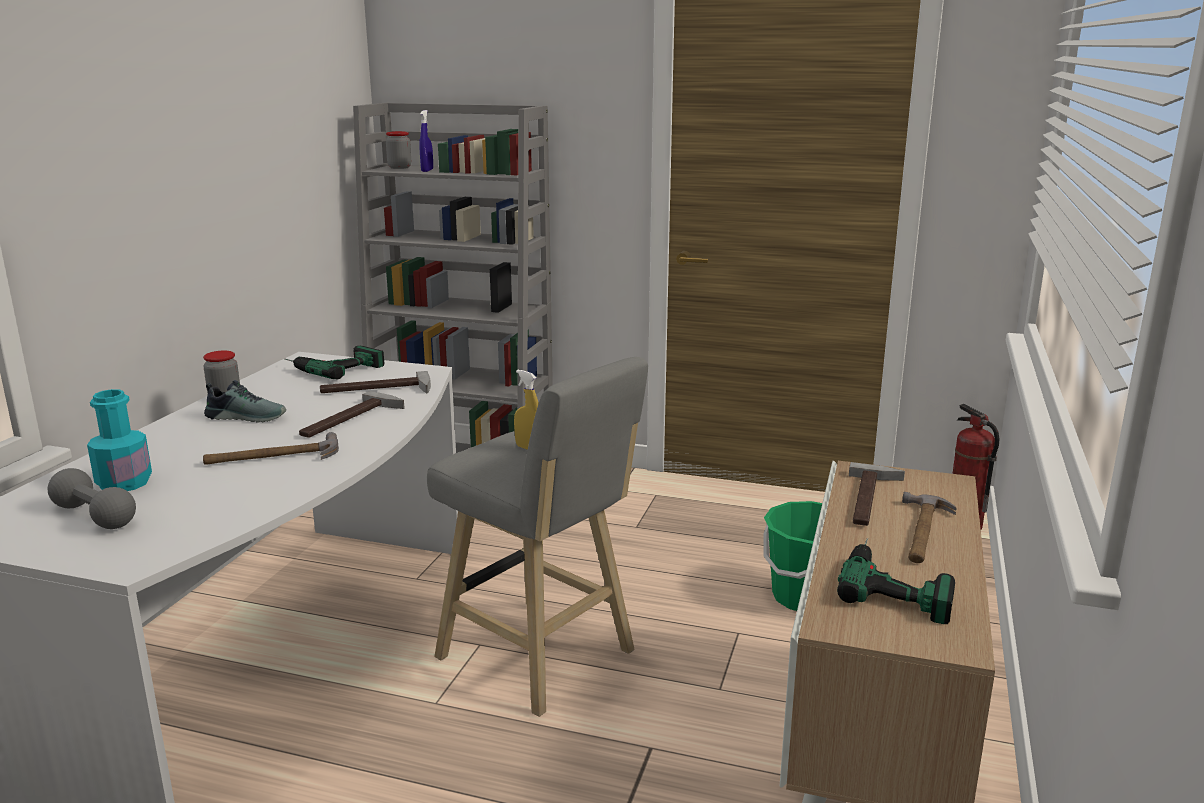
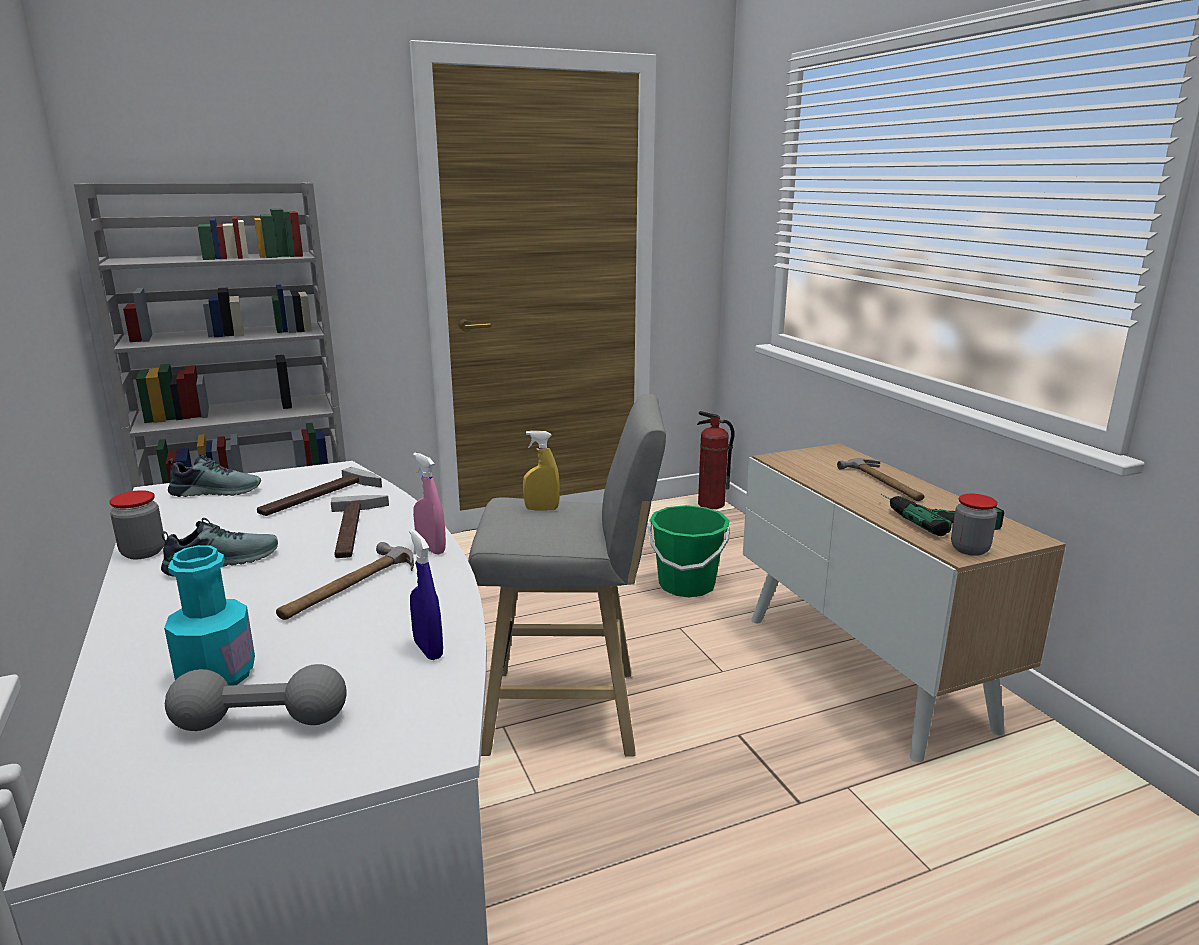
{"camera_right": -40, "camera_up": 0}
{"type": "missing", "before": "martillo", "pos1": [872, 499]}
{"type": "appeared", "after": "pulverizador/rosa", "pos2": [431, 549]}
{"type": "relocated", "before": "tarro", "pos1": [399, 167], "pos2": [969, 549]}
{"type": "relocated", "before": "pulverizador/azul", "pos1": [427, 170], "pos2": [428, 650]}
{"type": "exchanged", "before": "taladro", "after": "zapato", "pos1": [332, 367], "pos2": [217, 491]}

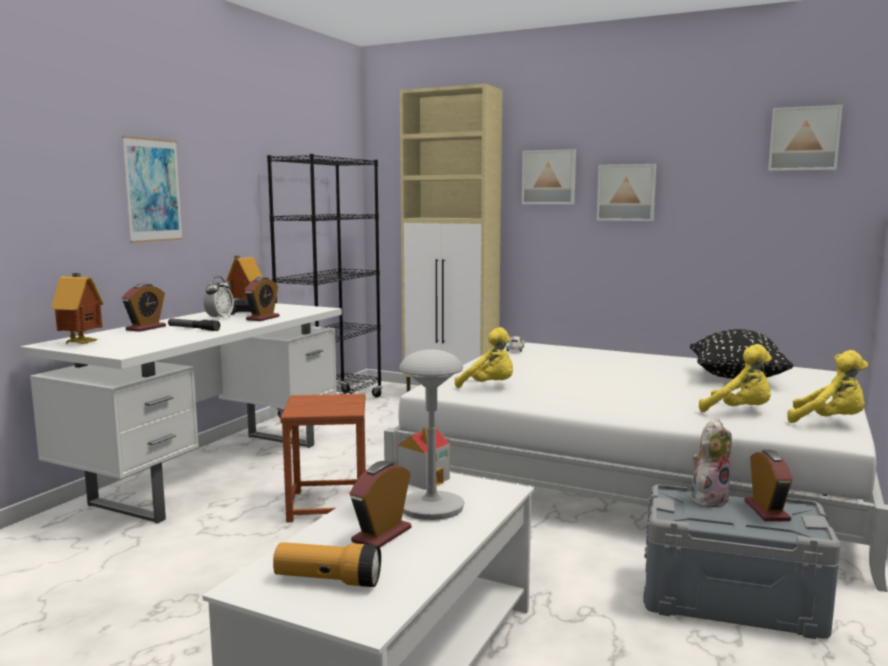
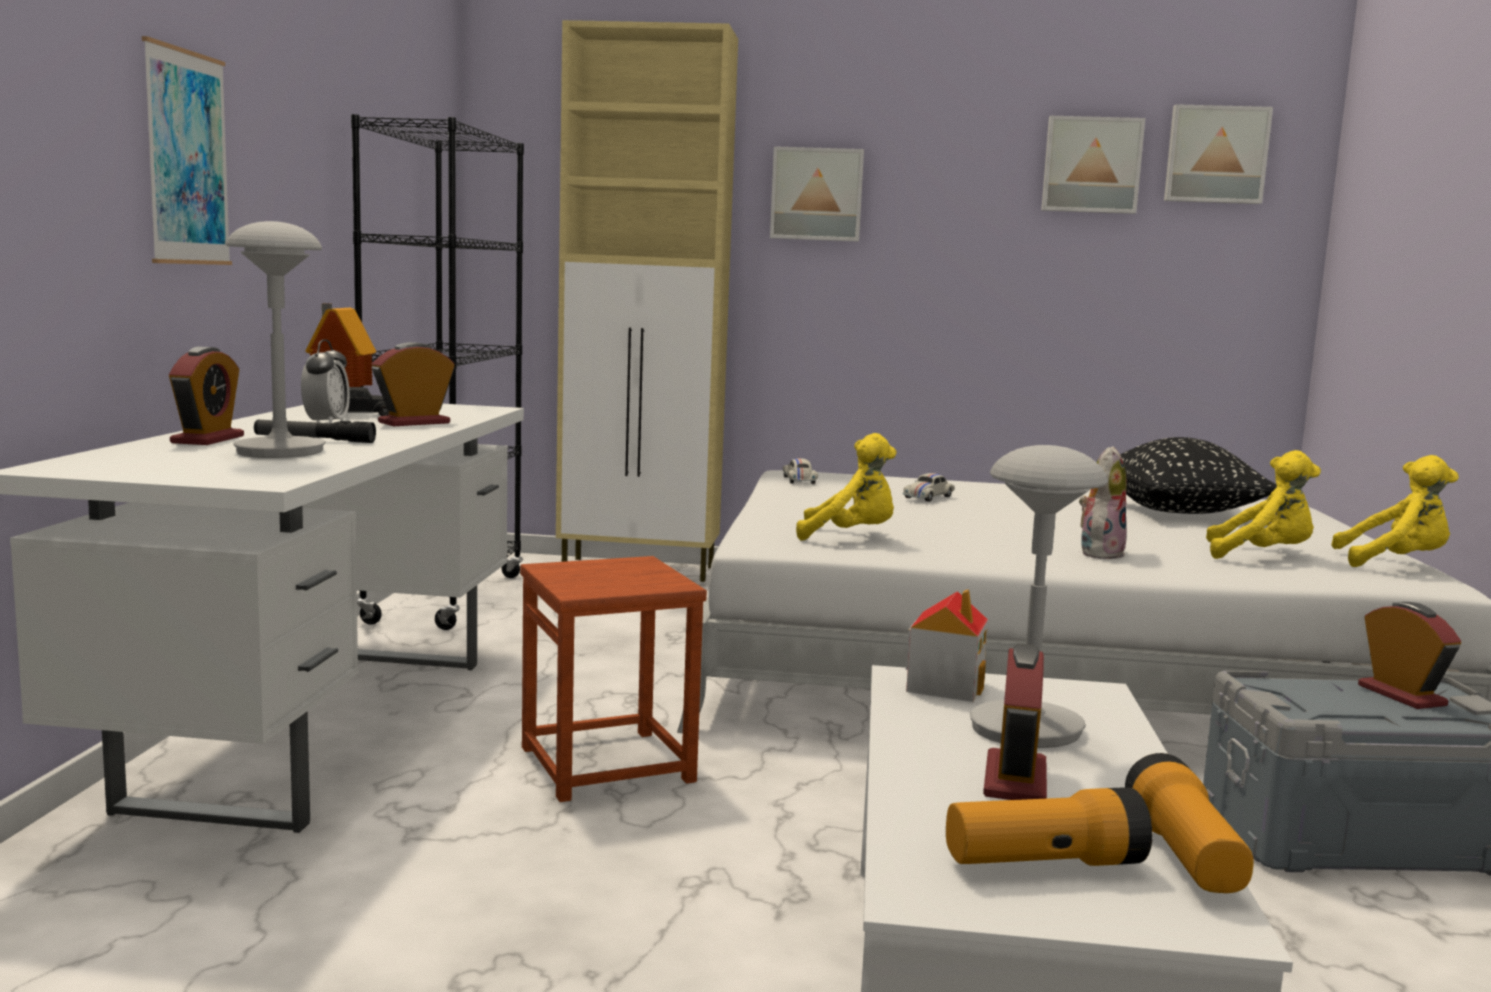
{"camera_right": -20, "camera_up": 0}
{"type": "missing", "before": "casita", "pos1": [82, 343]}
{"type": "appeared", "after": "lámpara de mesa/gris", "pos2": [280, 451]}
{"type": "appeared", "after": "coche de juguete/blanco", "pos2": [928, 497]}
{"type": "appeared", "after": "linterna", "pos2": [1184, 856]}
{"type": "relocated", "before": "cuadro", "pos1": [626, 192], "pos2": [1091, 165]}
{"type": "relocated", "before": "peluche", "pos1": [708, 499], "pos2": [1099, 553]}
{"type": "spun", "before": "despertador", "pos1": [263, 318], "pos2": [414, 423], "turn": -135}

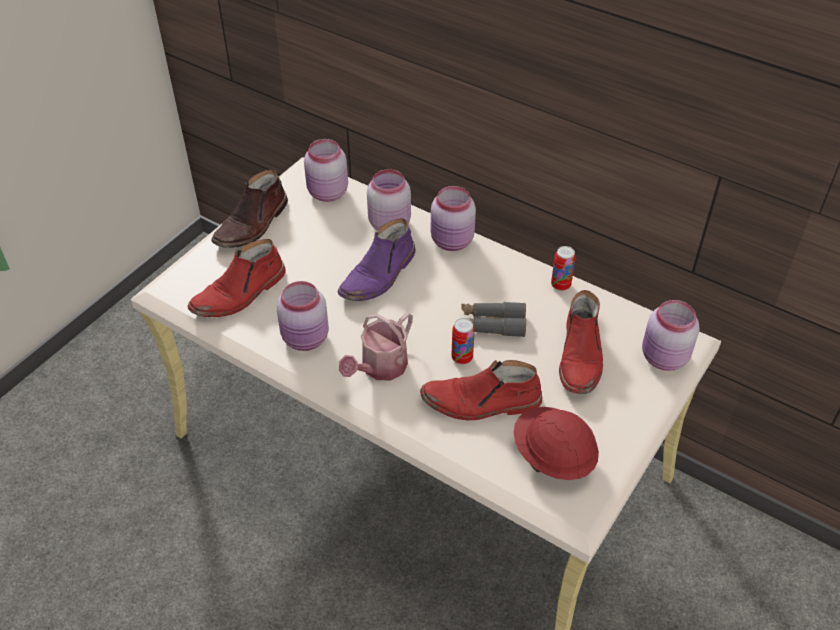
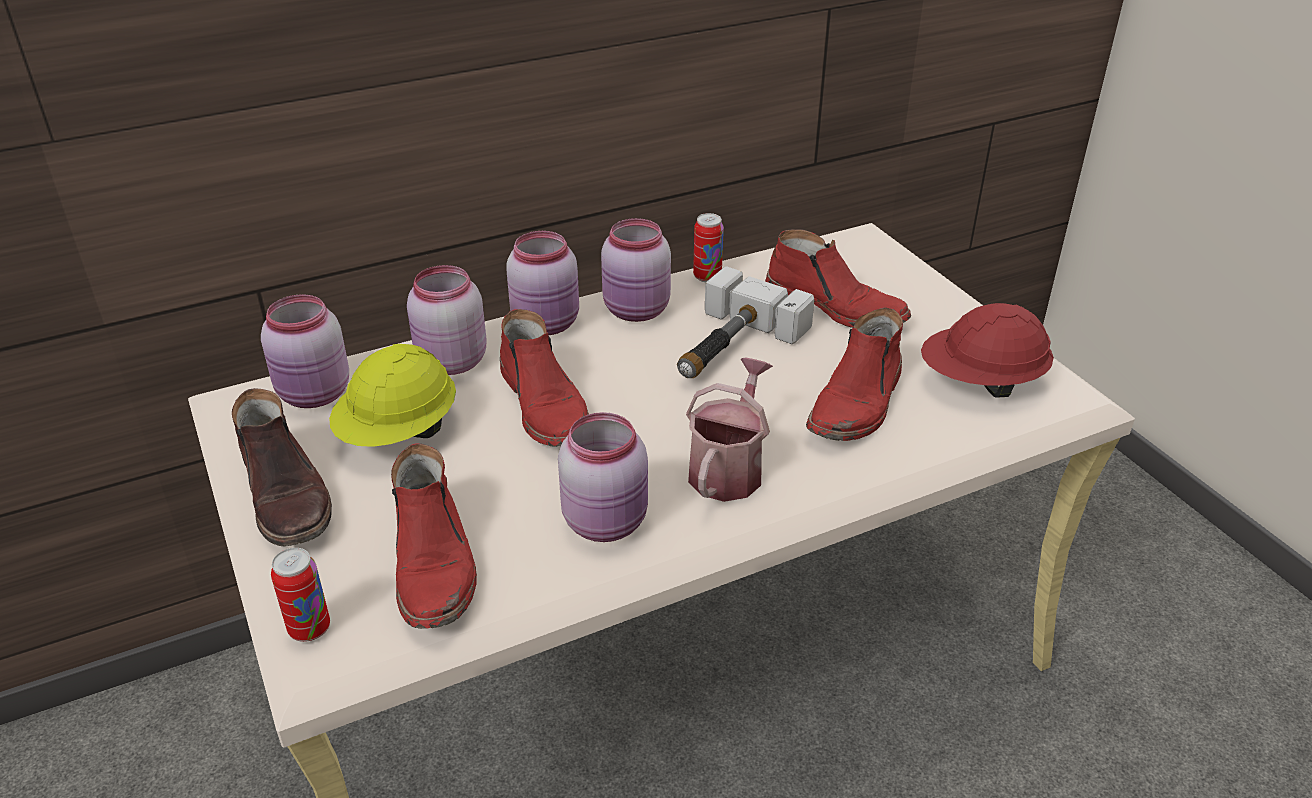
{"camera_right": -60, "camera_up": -10}
{"type": "appeared", "after": "casco/amarillo", "pos2": [399, 433]}
{"type": "relocated", "before": "lata", "pos1": [462, 358], "pos2": [309, 629]}
{"type": "relocated", "before": "tarro/rosa", "pos1": [663, 358], "pos2": [637, 311]}
{"type": "exchanged", "before": "prismáticos/gris", "after": "martillo", "pos1": [492, 324], "pos2": [728, 347]}
{"type": "colour", "before": "bota/morado", "after": "bota/rojo", "pos1": [379, 276], "pos2": [546, 406]}
{"type": "spun", "before": "regadera", "pos1": [380, 368], "pos2": [728, 468], "turn": -135}

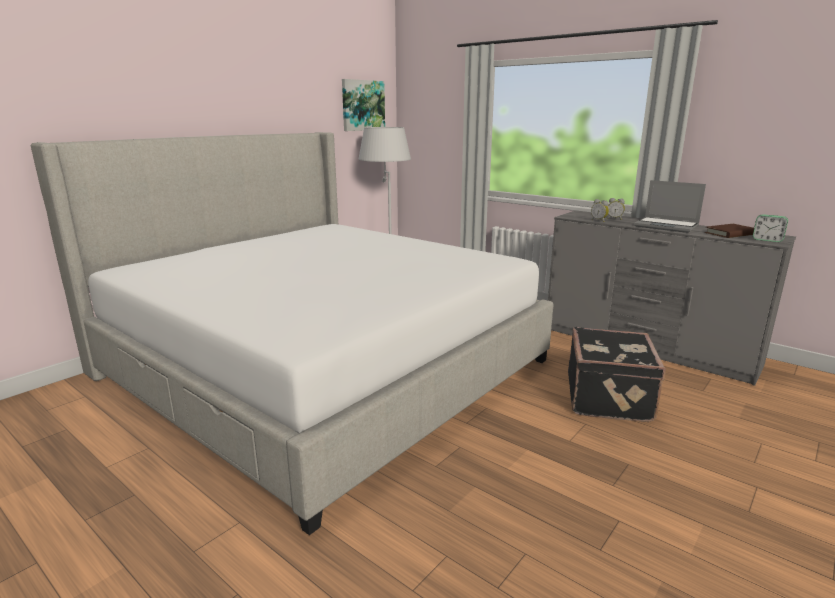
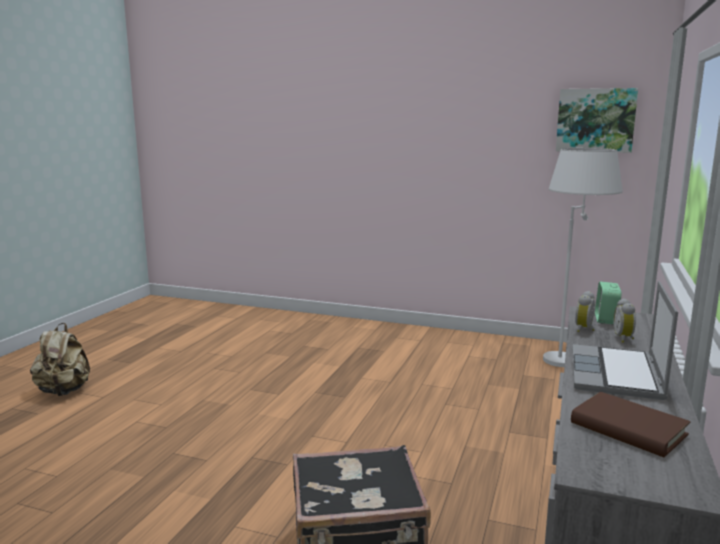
{"camera_right": 70, "camera_up": -5}
{"type": "missing", "before": "cama", "pos1": [322, 367]}
{"type": "appeared", "after": "mochila/beis", "pos2": [64, 391]}
{"type": "relocated", "before": "despertador", "pos1": [767, 240], "pos2": [605, 319]}

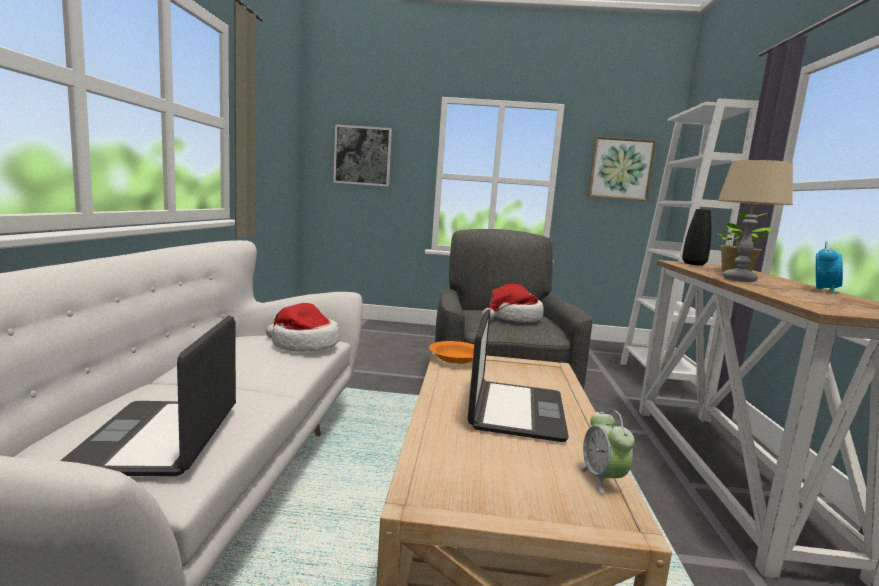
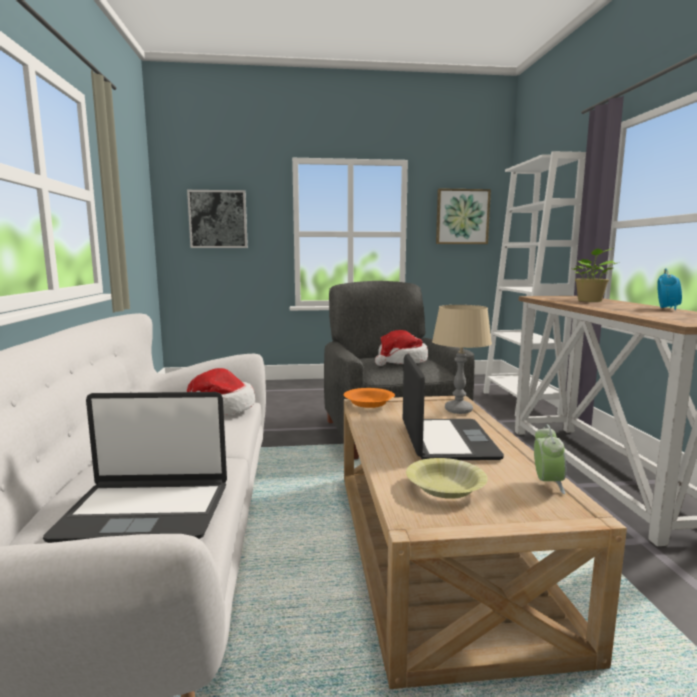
{"camera_right": -10, "camera_up": 0}
{"type": "missing", "before": "florero/negro", "pos1": [694, 264]}
{"type": "appeared", "after": "cuenco/amarillo", "pos2": [445, 488]}
{"type": "relocated", "before": "lámpara de mesa/beis", "pos1": [739, 279], "pos2": [458, 410]}
{"type": "spun", "before": "portátil", "pos1": [160, 438], "pos2": [146, 511], "turn": -75}
{"type": "spun", "before": "despertador", "pos1": [602, 479], "pos2": [547, 483], "turn": -150}

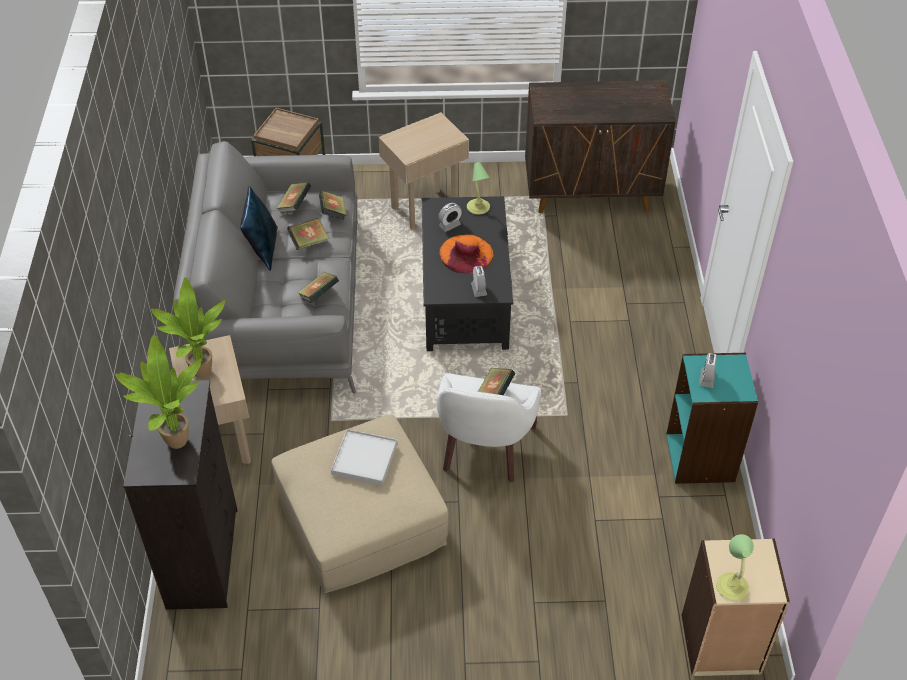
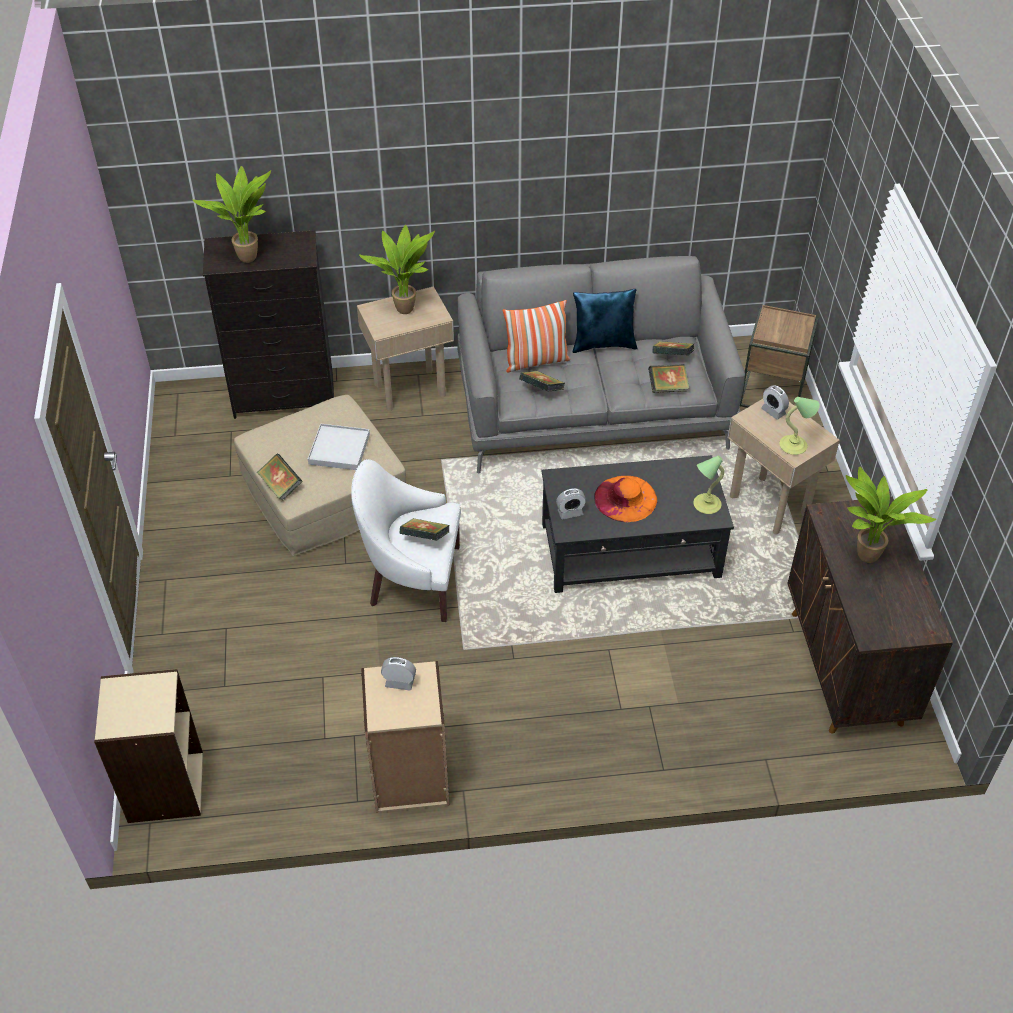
{"camera_right": 85, "camera_up": 0}
{"type": "appeared", "after": "cojín", "pos2": [536, 361]}
{"type": "appeared", "after": "planta en maceta", "pos2": [866, 559]}
{"type": "relocated", "before": "libro", "pos1": [309, 242], "pos2": [281, 486]}
{"type": "relocated", "before": "despertador", "pos1": [450, 225], "pos2": [773, 411]}
{"type": "relocated", "before": "lámpara de mesa", "pos1": [732, 586], "pos2": [794, 446]}
{"type": "colour", "before": "estantería/turquesa", "after": "estantería/beis", "pos1": [701, 458], "pos2": [410, 779]}

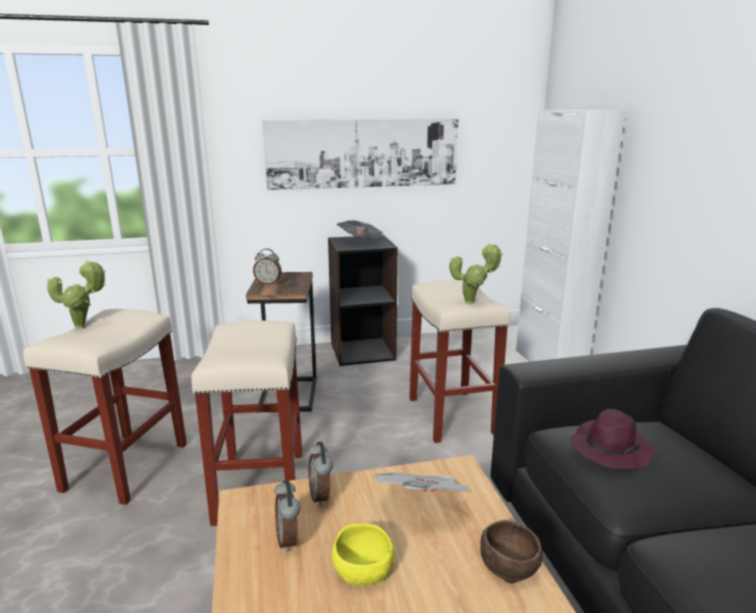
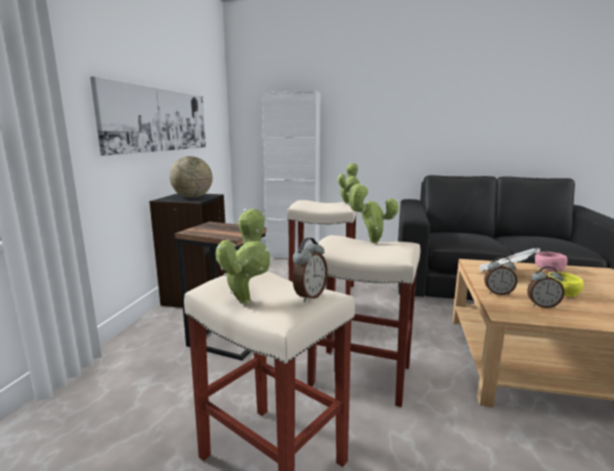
{"camera_right": -65, "camera_up": -5}
{"type": "missing", "before": "sombrero/morado", "pos1": [609, 448]}
{"type": "appeared", "after": "planta en maceta", "pos2": [371, 242]}
{"type": "relocated", "before": "despertador", "pos1": [268, 283], "pos2": [309, 296]}
{"type": "exchanged", "before": "periódico", "after": "globo terráqueo", "pos1": [362, 243], "pos2": [192, 197]}
{"type": "colour", "before": "cuenco/marrón", "after": "cuenco/rosa", "pos1": [509, 564], "pos2": [548, 268]}

